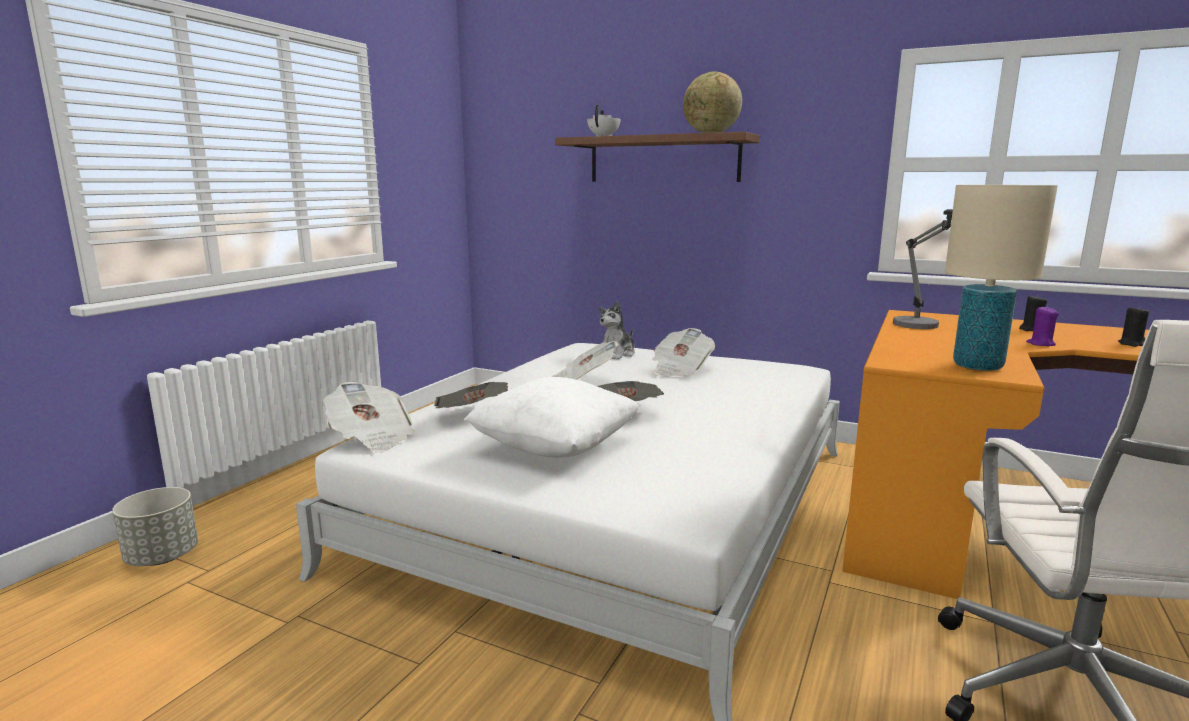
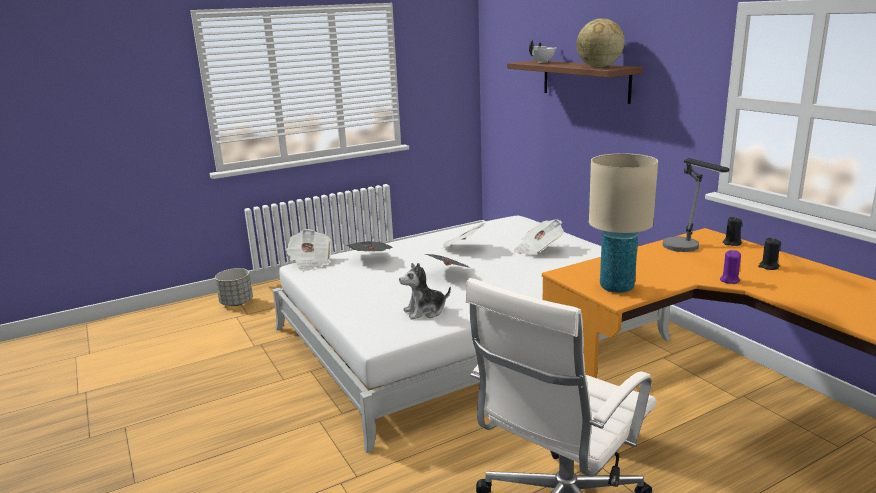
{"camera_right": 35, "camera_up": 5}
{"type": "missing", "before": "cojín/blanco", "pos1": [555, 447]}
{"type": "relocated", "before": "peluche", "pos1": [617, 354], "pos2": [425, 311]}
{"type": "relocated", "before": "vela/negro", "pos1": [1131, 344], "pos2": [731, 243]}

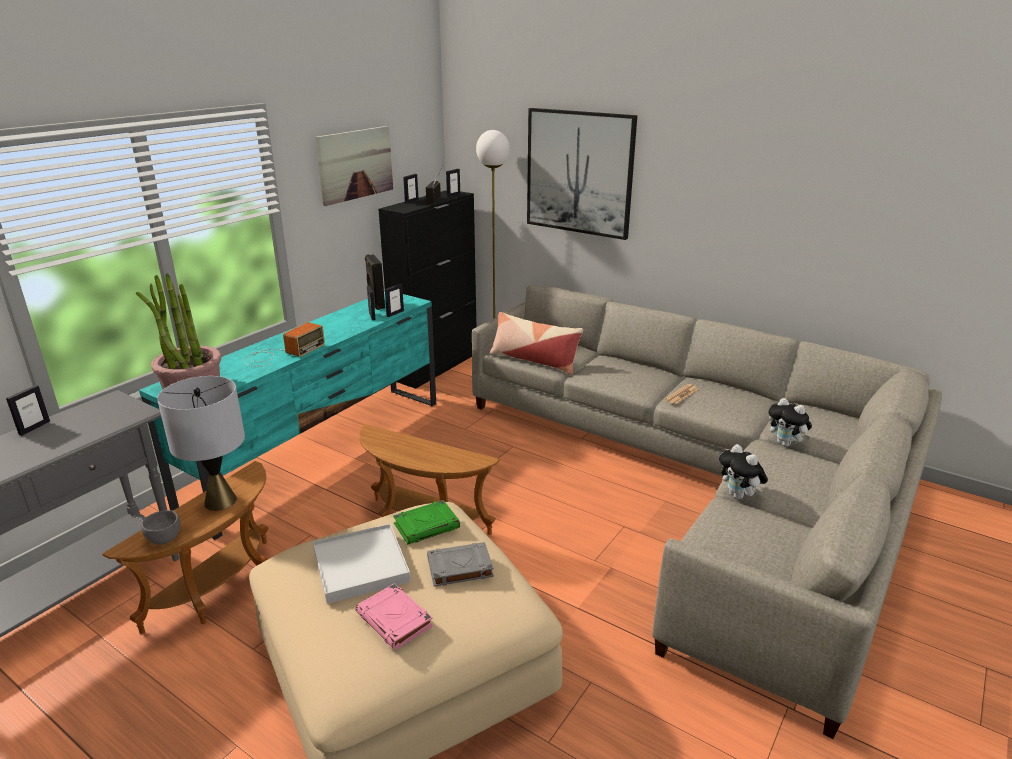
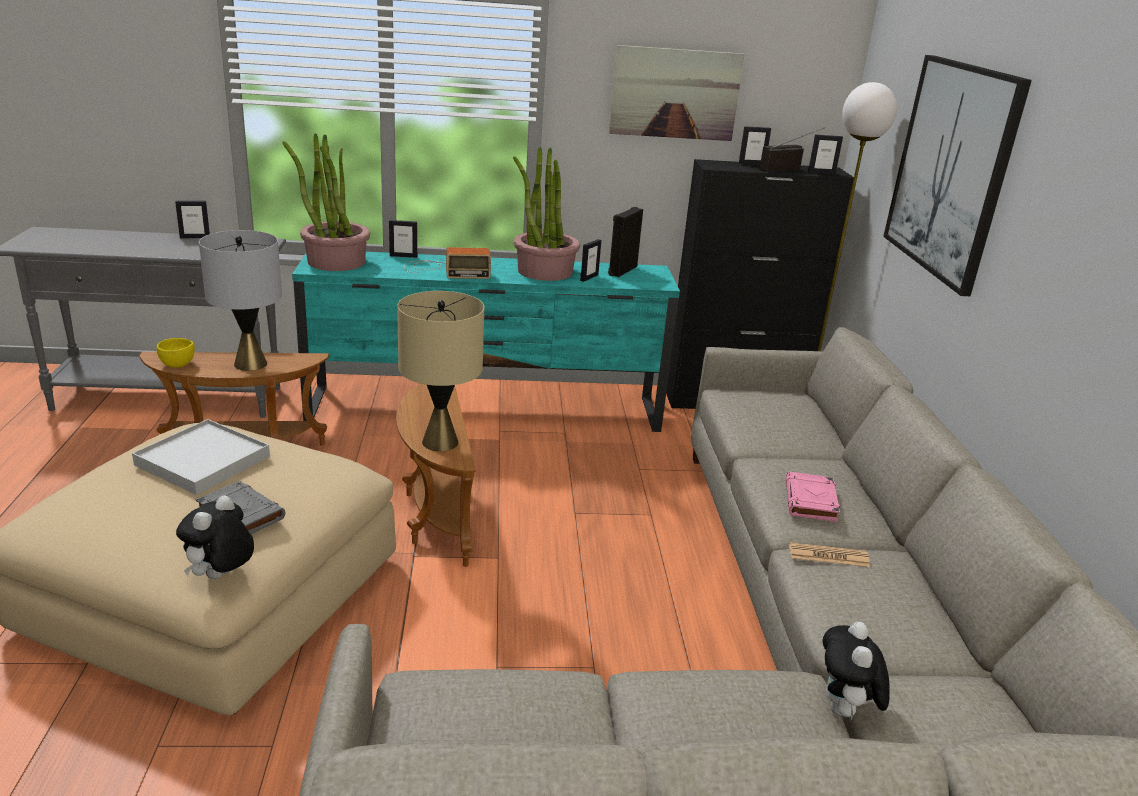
{"camera_right": 50, "camera_up": 0}
{"type": "missing", "before": "libro/verde", "pos1": [427, 526]}
{"type": "missing", "before": "cojín", "pos1": [534, 360]}
{"type": "appeared", "after": "lámpara de mesa/beis", "pos2": [440, 442]}
{"type": "appeared", "after": "planta en maceta", "pos2": [544, 271]}
{"type": "relocated", "before": "libro/rosa", "pos1": [395, 620], "pos2": [810, 501]}
{"type": "relocated", "before": "portarretratos", "pos1": [395, 313], "pos2": [403, 256]}
{"type": "relocated", "before": "peluche", "pos1": [739, 496], "pos2": [221, 577]}
{"type": "colour", "before": "cuenco/gris", "after": "cuenco/amarillo", "pos1": [165, 538], "pos2": [179, 364]}

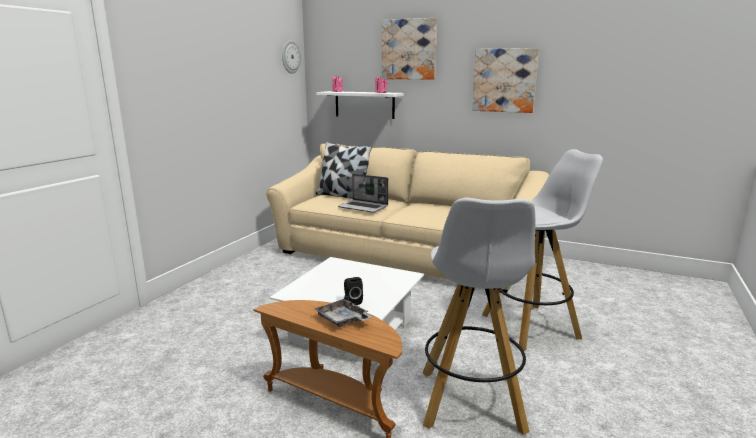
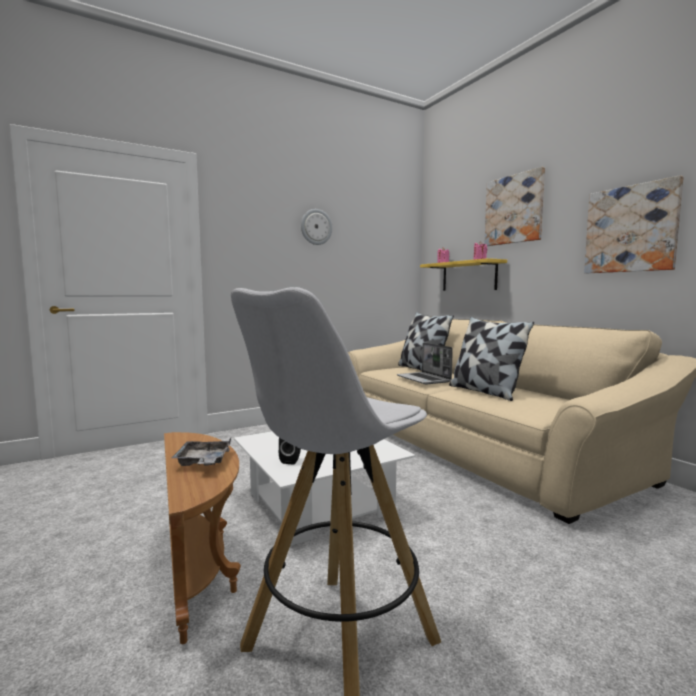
{"camera_right": 35, "camera_up": -10}
{"type": "missing", "before": "taburete/blanco", "pos1": [531, 326]}
{"type": "appeared", "after": "cojín", "pos2": [485, 391]}
{"type": "relocated", "before": "reloj de pared", "pos1": [290, 57], "pos2": [316, 227]}
{"type": "colour", "before": "estante/blanco", "after": "estante/amarillo", "pos1": [364, 104], "pos2": [469, 276]}

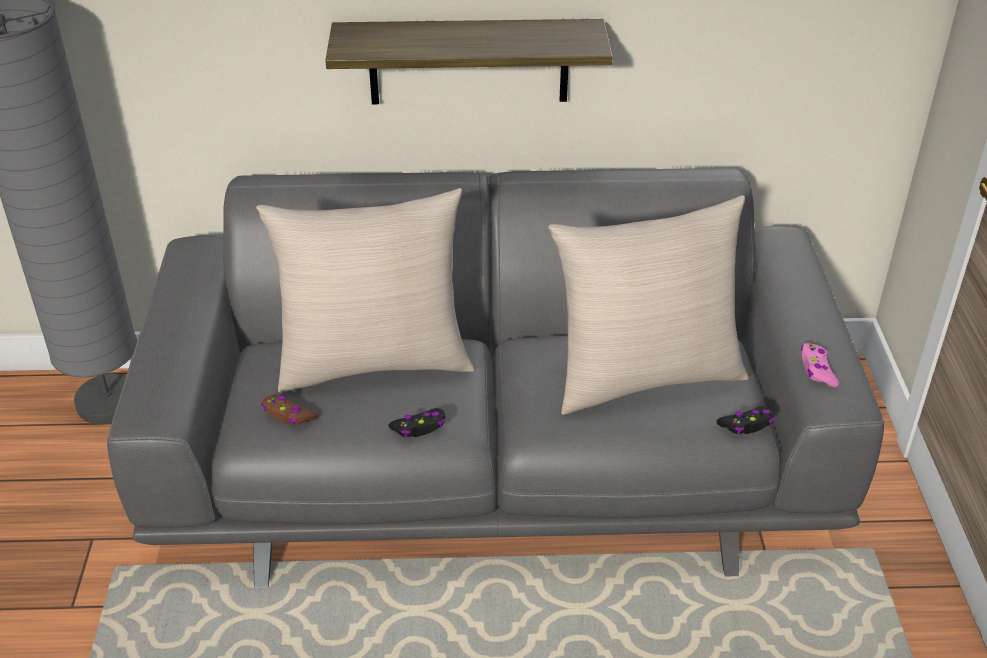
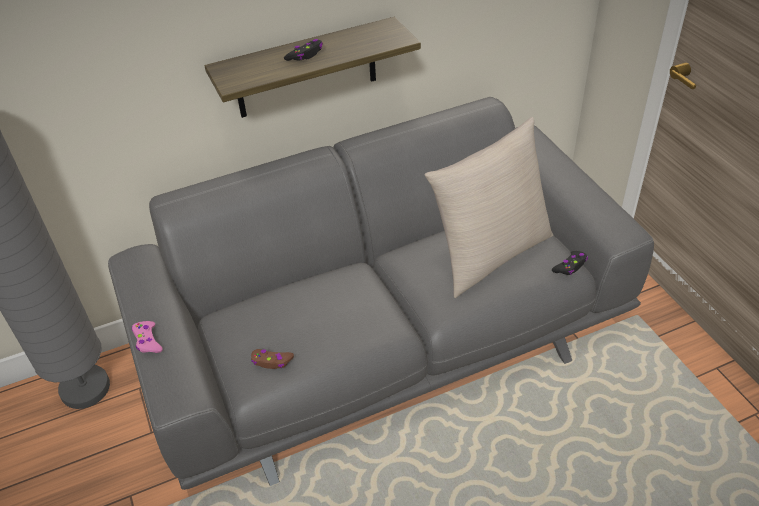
{"camera_right": -20, "camera_up": 5}
{"type": "missing", "before": "cojín/beis", "pos1": [374, 362]}
{"type": "relocated", "before": "mando de consola/negro", "pos1": [419, 428], "pos2": [305, 55]}
{"type": "relocated", "before": "mando de consola/rosa", "pos1": [817, 370], "pos2": [147, 341]}

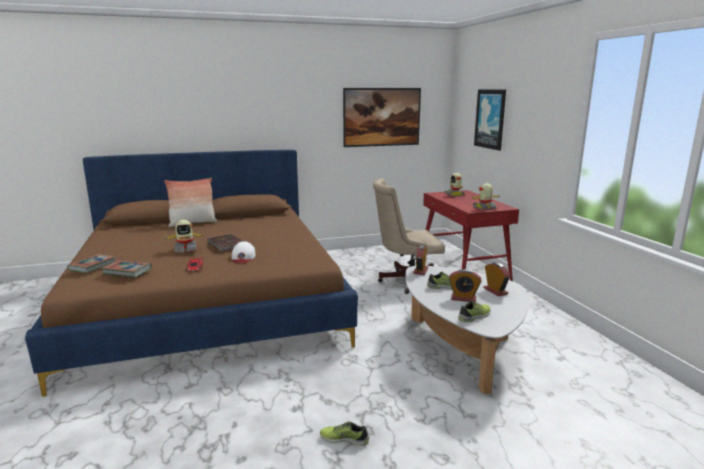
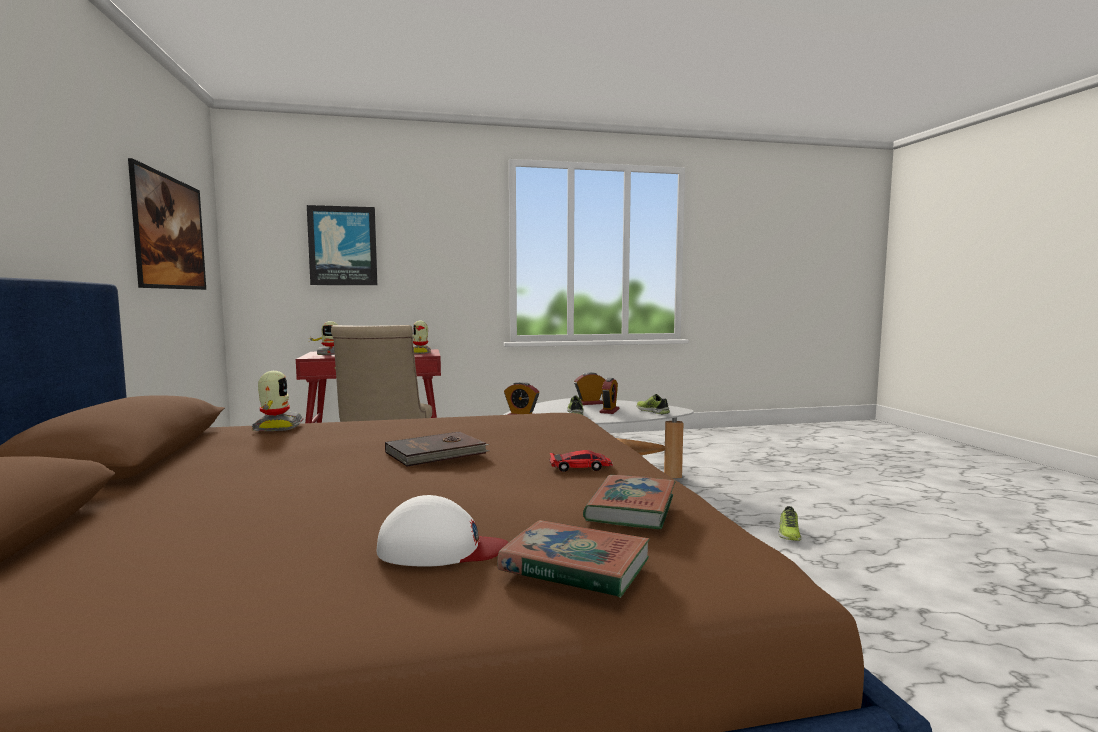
{"camera_right": -85, "camera_up": -10}
{"type": "missing", "before": "cojín", "pos1": [192, 223]}
{"type": "relocated", "before": "robot de juguete", "pos1": [185, 249], "pos2": [276, 427]}
{"type": "relocated", "before": "gorra/blanco", "pos1": [243, 257], "pos2": [440, 548]}

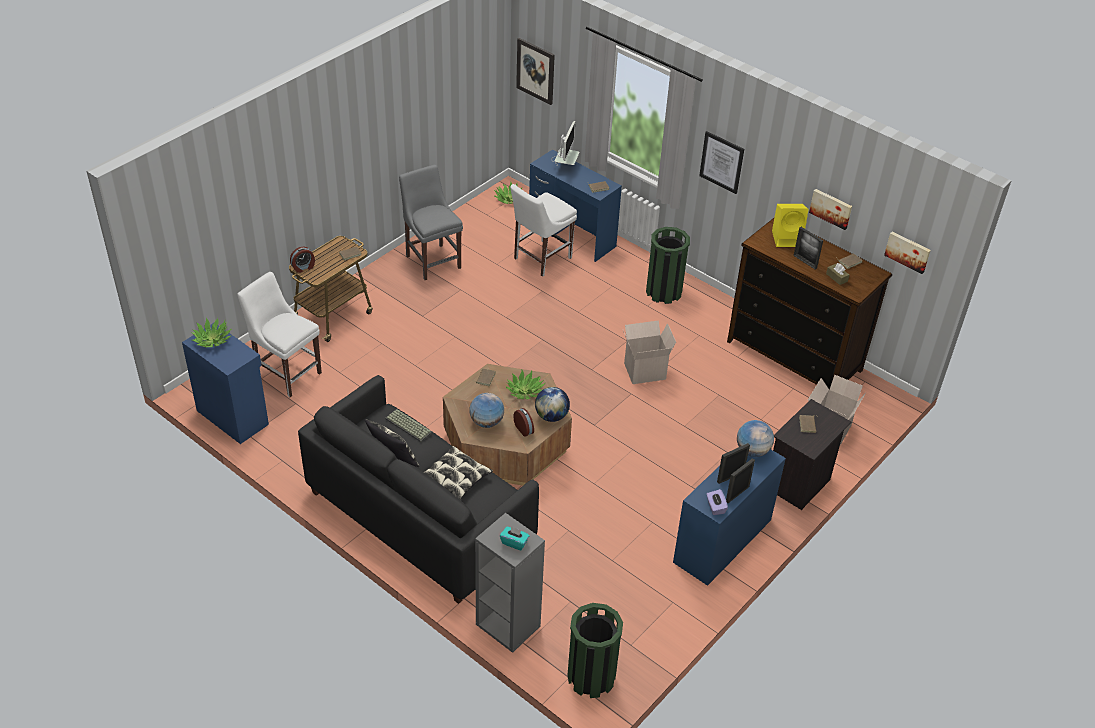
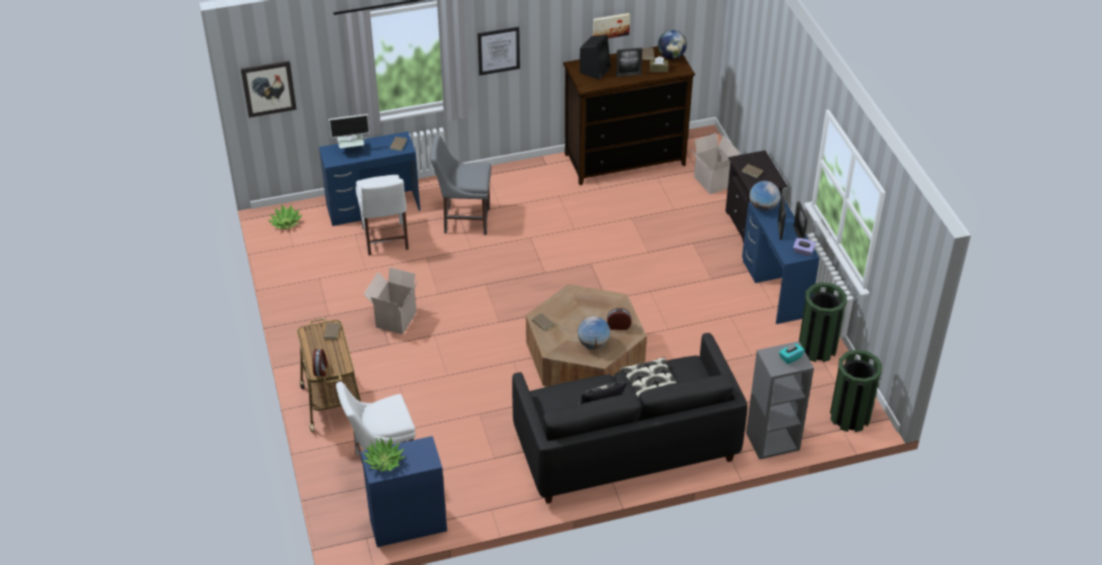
{"camera_right": -55, "camera_up": 0}
{"type": "missing", "before": "teclado", "pos1": [407, 426]}
{"type": "missing", "before": "planta en maceta", "pos1": [525, 391]}
{"type": "missing", "before": "cuadro", "pos1": [908, 251]}
{"type": "relocated", "before": "silla/gris", "pos1": [432, 260], "pos2": [464, 220]}
{"type": "relocated", "before": "globo terráqueo", "pos1": [551, 416], "pos2": [671, 56]}
{"type": "relocated", "before": "caja de cartón", "pos1": [645, 370], "pos2": [395, 319]}
{"type": "relocated", "before": "papelera/verde", "pos1": [663, 292], "pos2": [817, 348]}
{"type": "colour", "before": "altavoz/amarillo", "after": "altavoz/negro", "pos1": [787, 238], "pos2": [595, 70]}
{"type": "spun", "before": "monitor", "pos1": [565, 167], "pos2": [352, 150], "turn": 120}

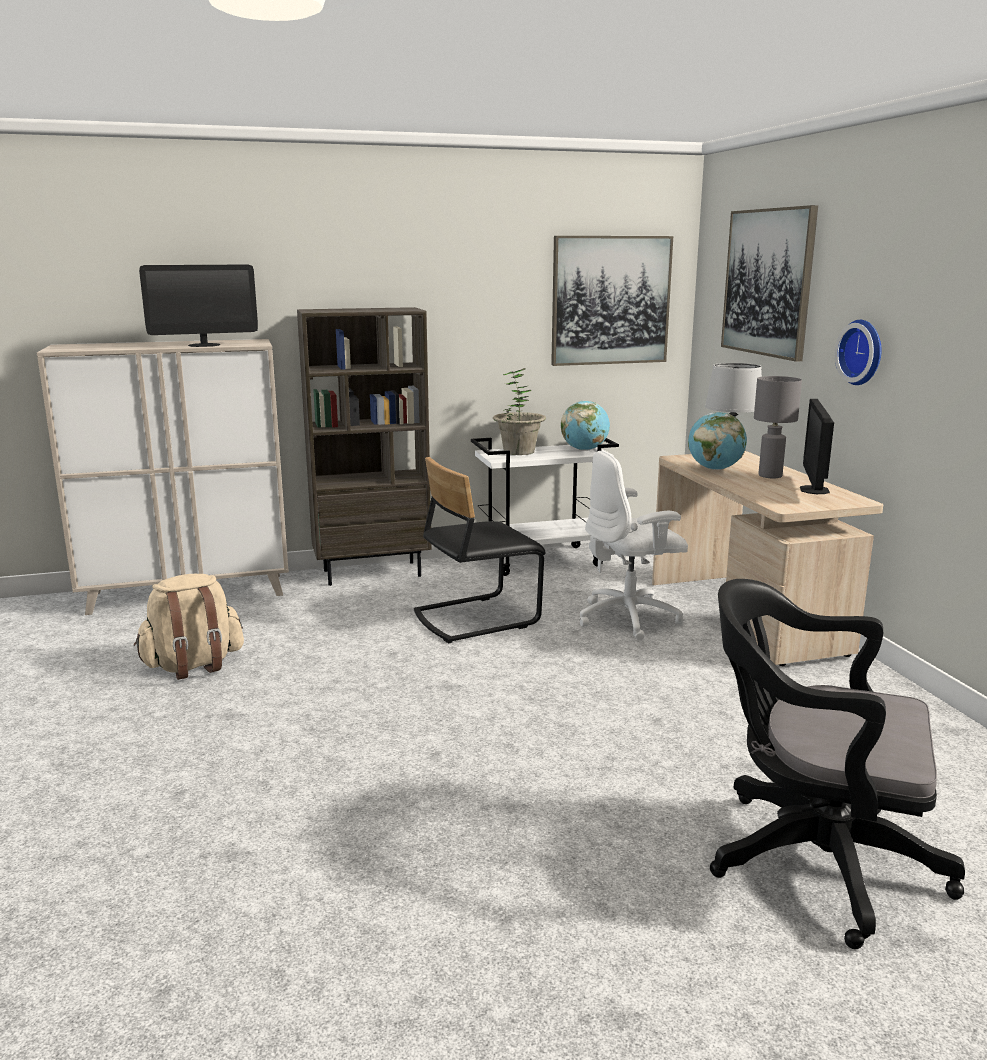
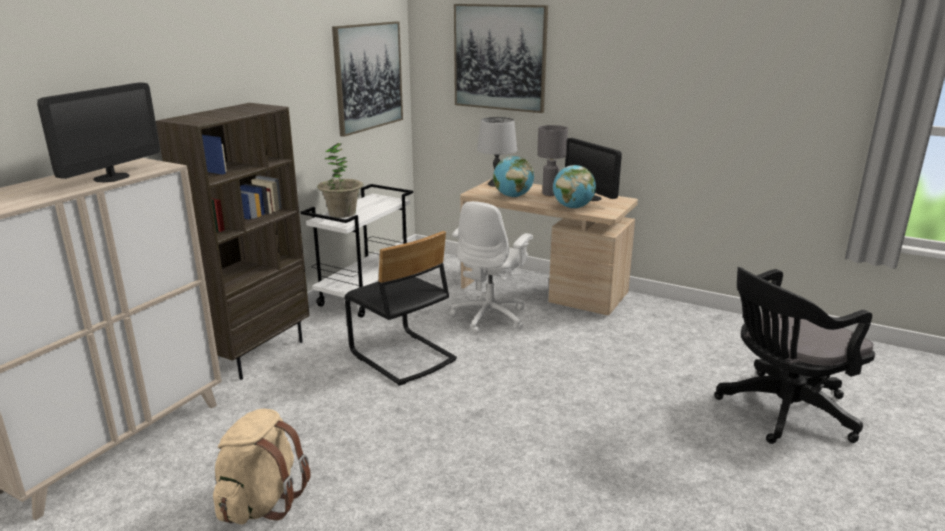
{"camera_right": -45, "camera_up": 5}
{"type": "missing", "before": "reloj de pared", "pos1": [863, 352]}
{"type": "relocated", "before": "globo terráqueo", "pos1": [584, 450], "pos2": [573, 207]}
{"type": "spun", "before": "silla/negro", "pos1": [475, 618], "pos2": [402, 357], "turn": -60}

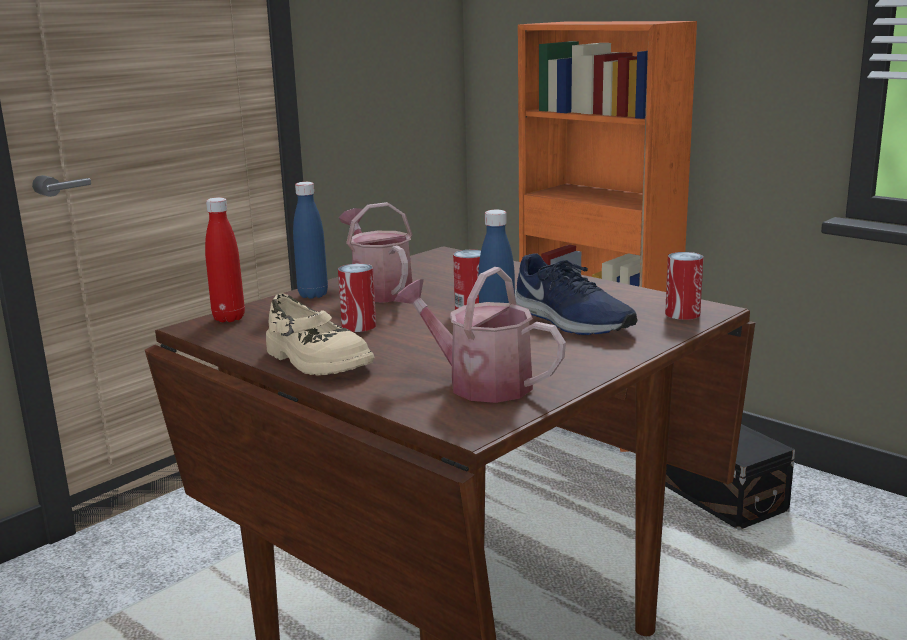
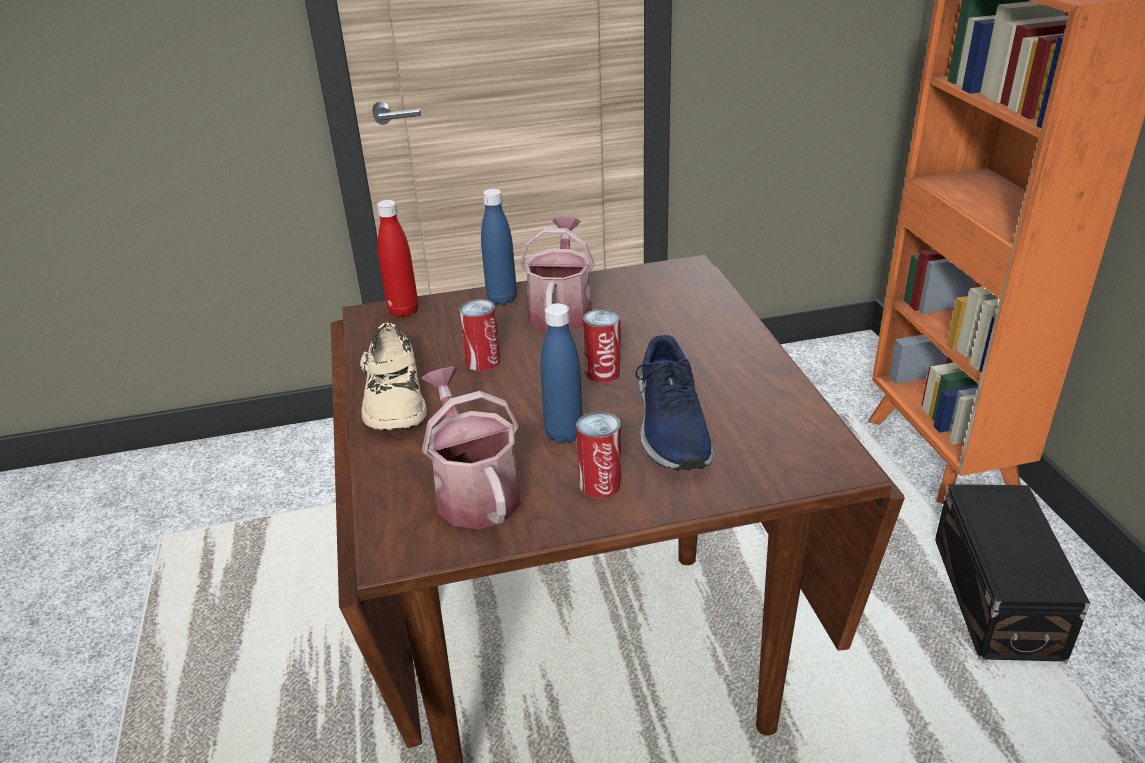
{"camera_right": 35, "camera_up": 15}
{"type": "relocated", "before": "lata", "pos1": [682, 314], "pos2": [600, 484]}

